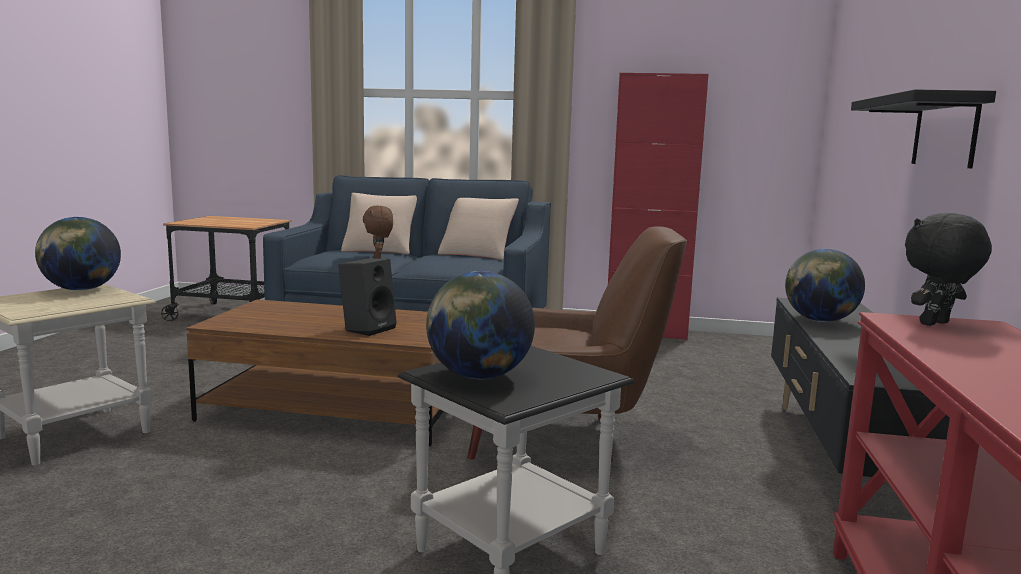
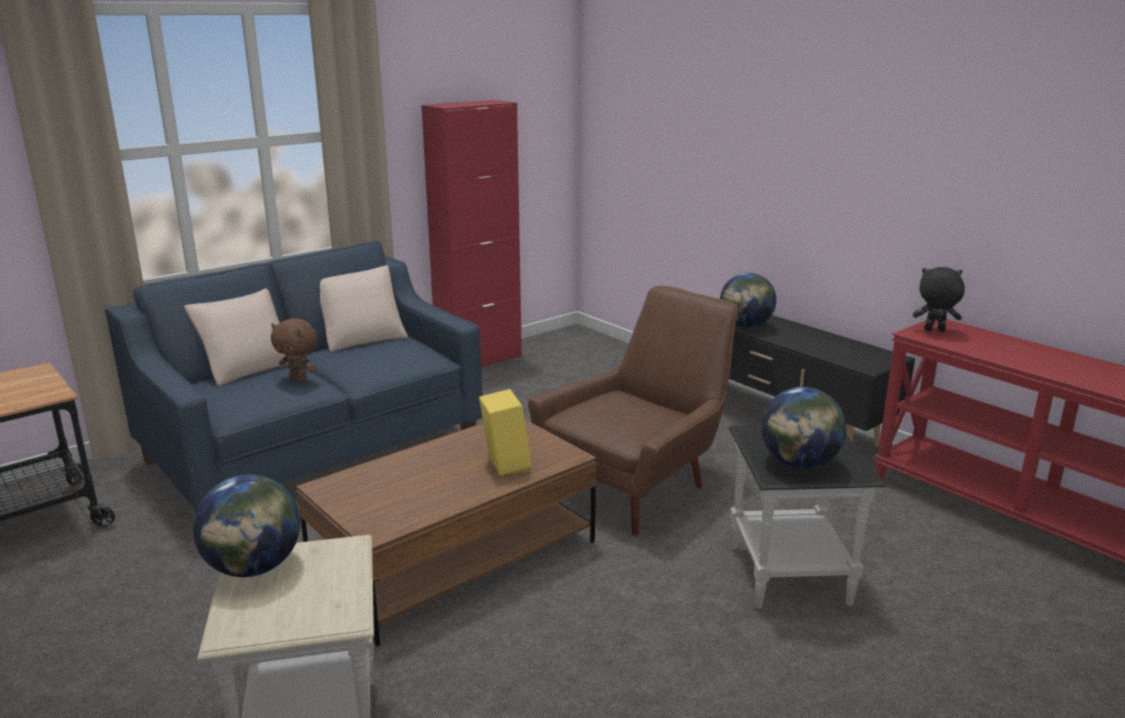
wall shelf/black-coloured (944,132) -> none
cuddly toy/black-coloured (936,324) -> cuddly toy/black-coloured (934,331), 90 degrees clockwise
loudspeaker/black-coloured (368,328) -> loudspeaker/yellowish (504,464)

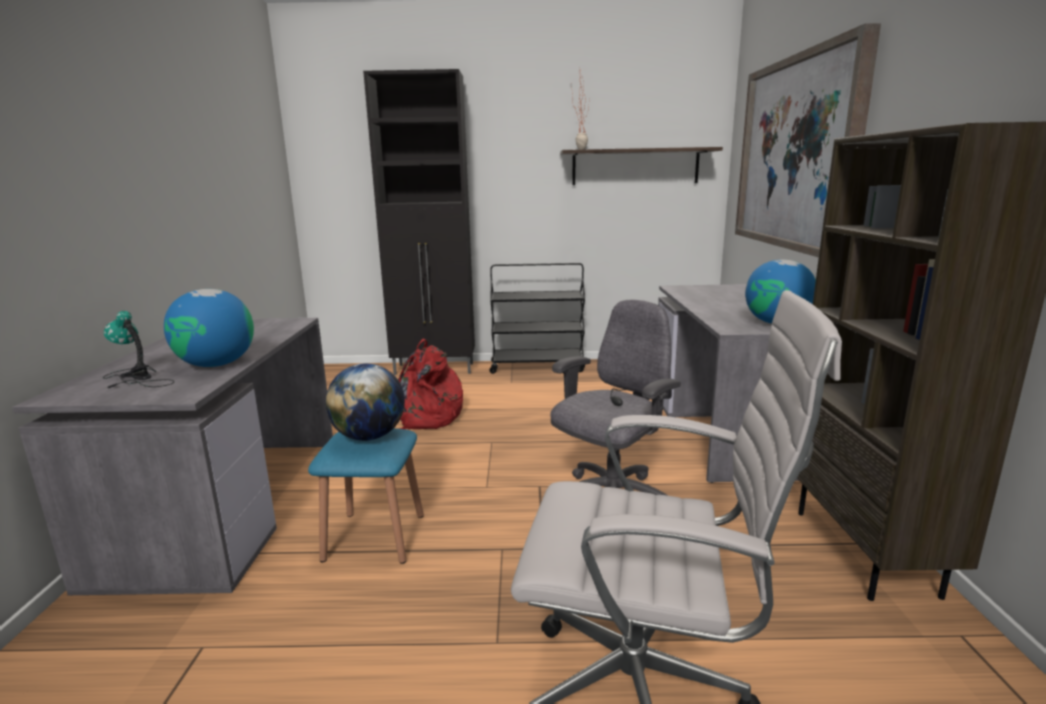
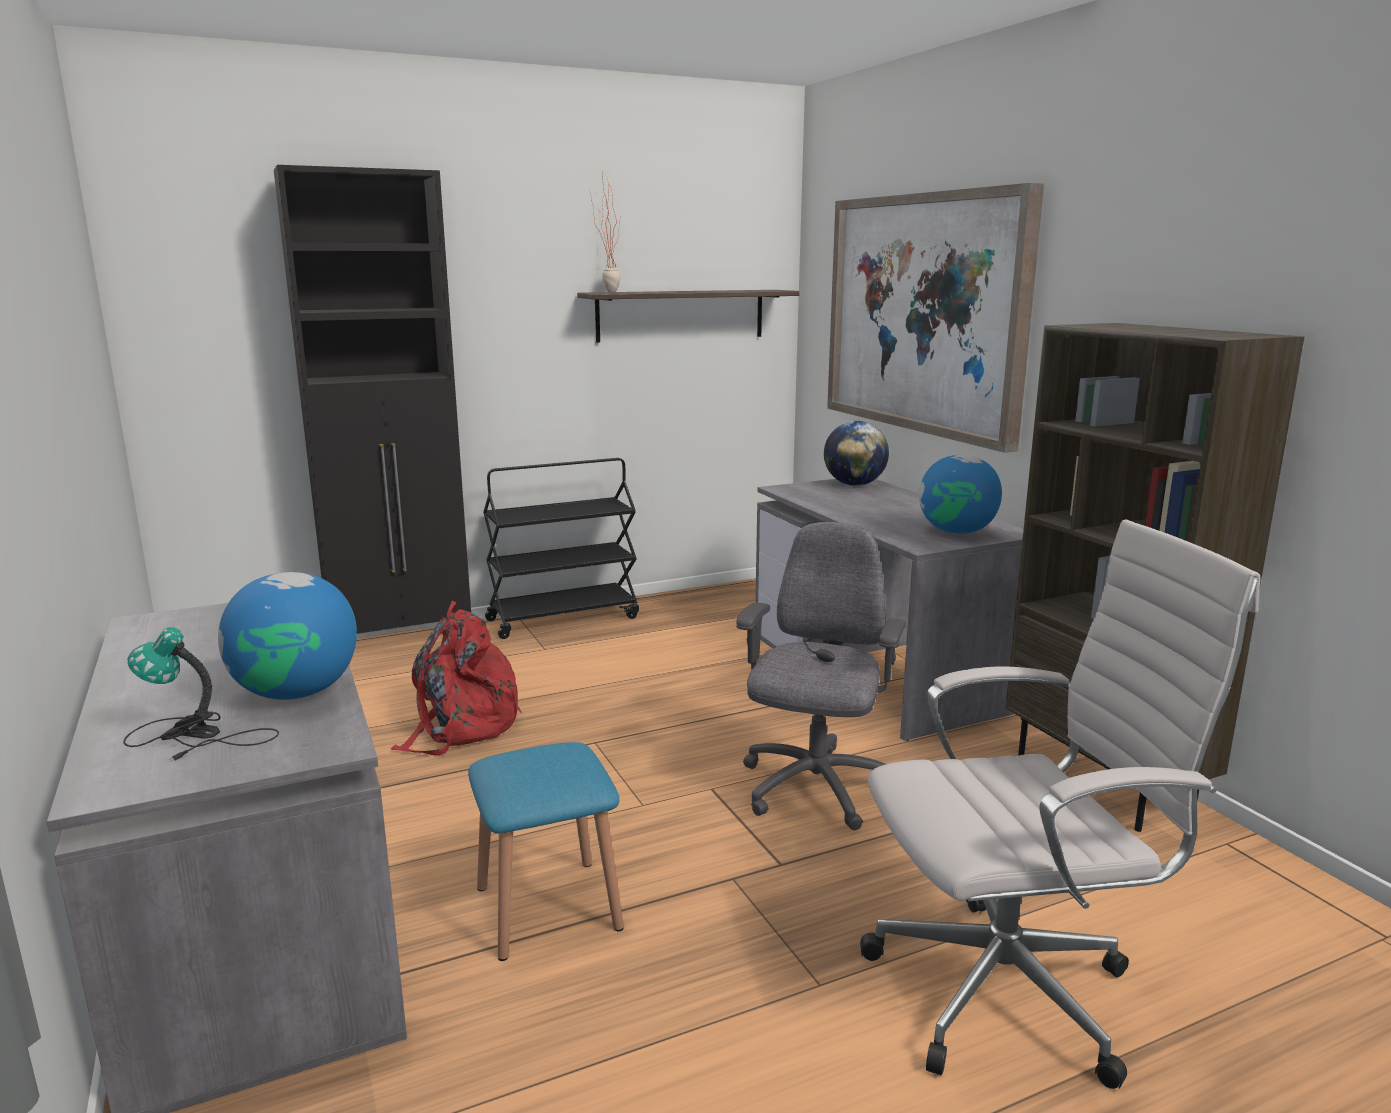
desk globe (369,437) -> desk globe (854,485), shifted

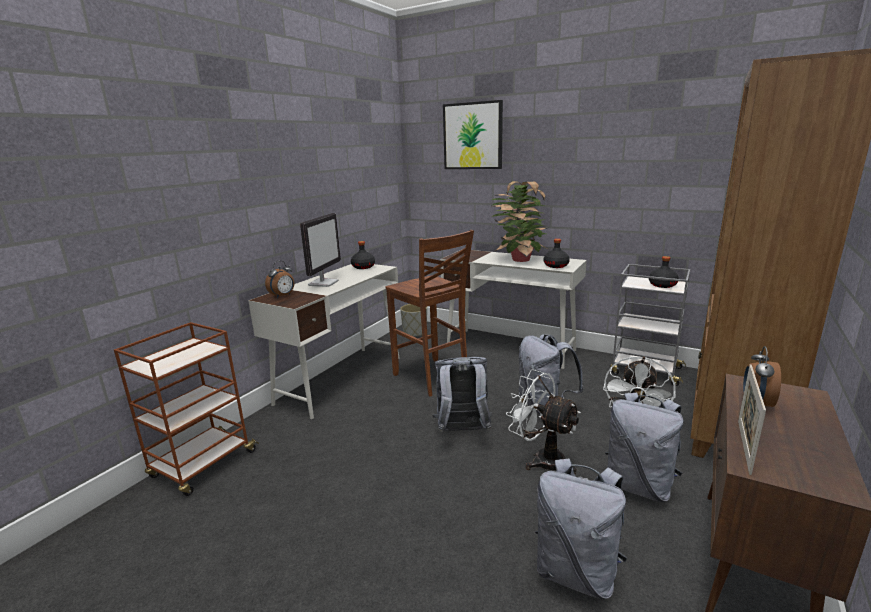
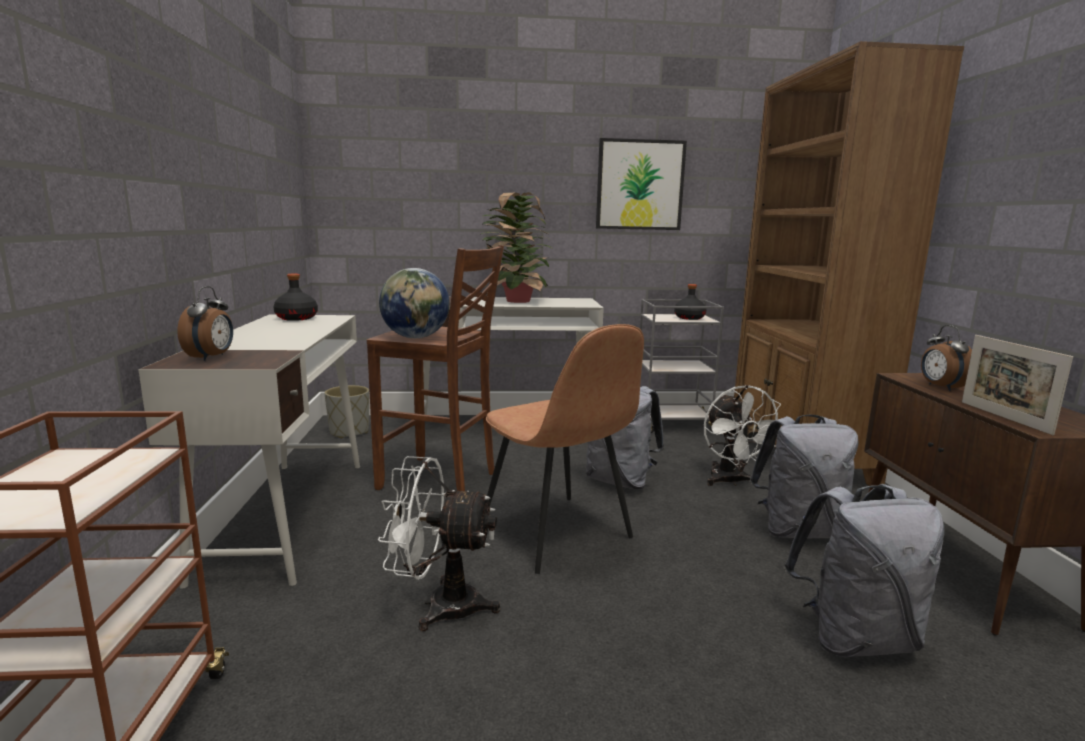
wall art (473,136) -> wall art (639,185), shifted
monitor (323,283) -> none
beverage bottle/black-coloured (556,266) -> none
rucksack/grey (462,432) -> plain chair/brown-coloured (557,534)
electric fan/white (541,459) -> electric fan/white (440,605), shifted
none -> desk globe (416,337)

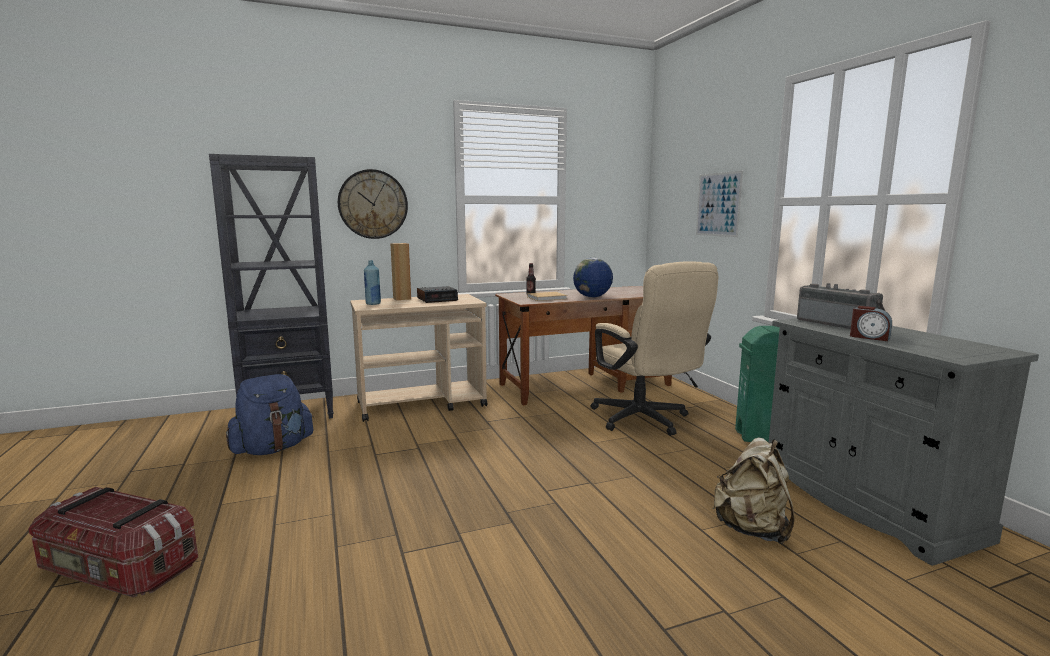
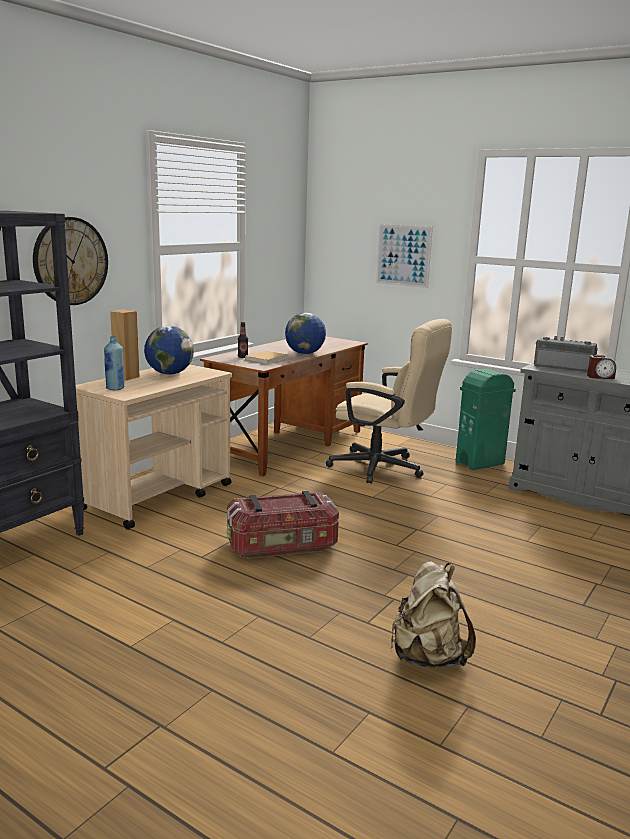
bedside clock (437,299) -> desk globe (169,374)
rucksack/bluish (273,449) -> none
rucksack/sand-coloured (752,529) -> rucksack/sand-coloured (427,657), shifted
storage container (118,570) -> storage container (282,547), shifted

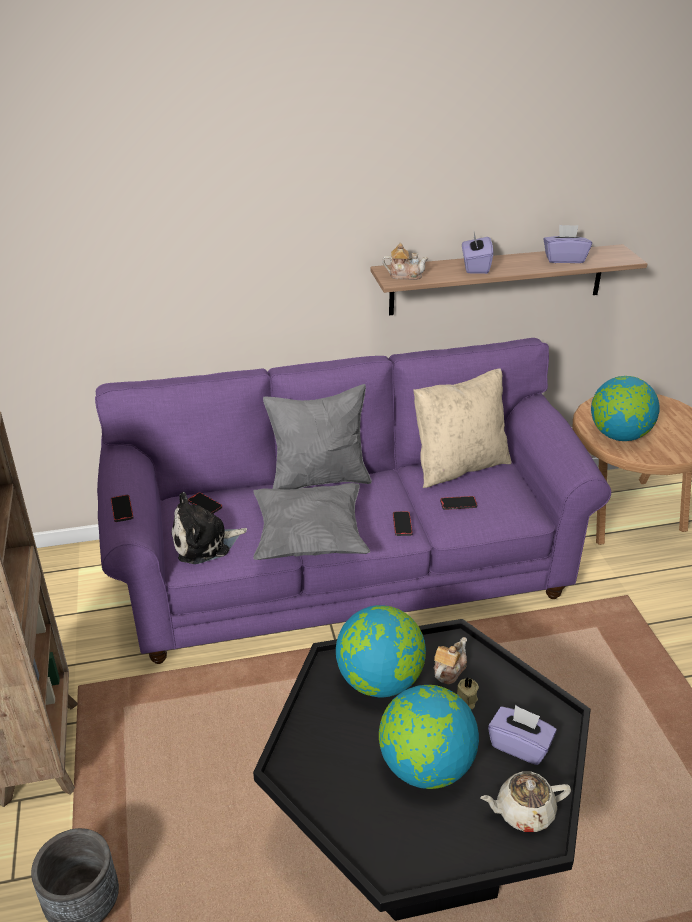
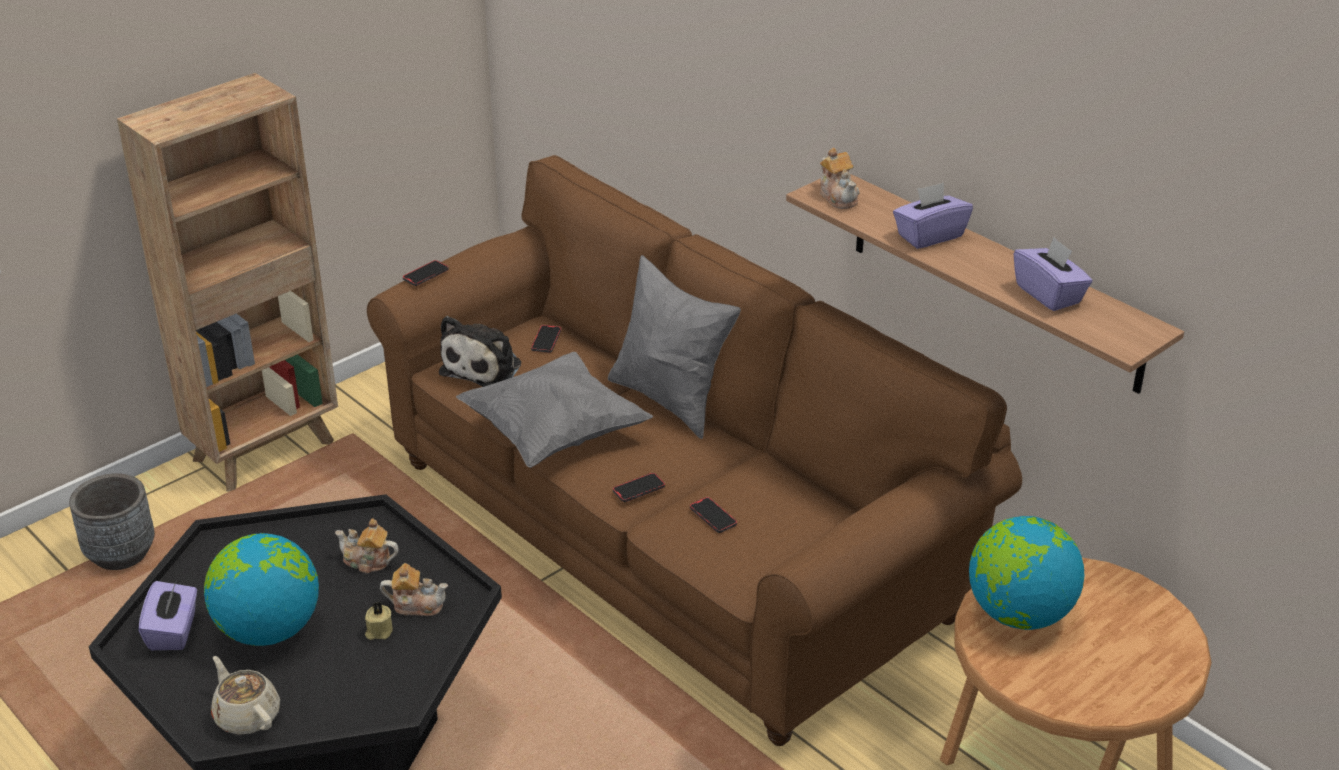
couch/purple-coloured (346,571) -> couch/brown-coloured (670,541)
pillow/sand-coloured (458,466) -> none
cuddly toy (205,543) -> cuddly toy (484,367), 105 degrees counterclockwise
desk globe (380,681) -> tea pot (368,561)
tissue holder/purple-coloured (519,745) -> tissue holder/purple-coloured (173,631), shifted

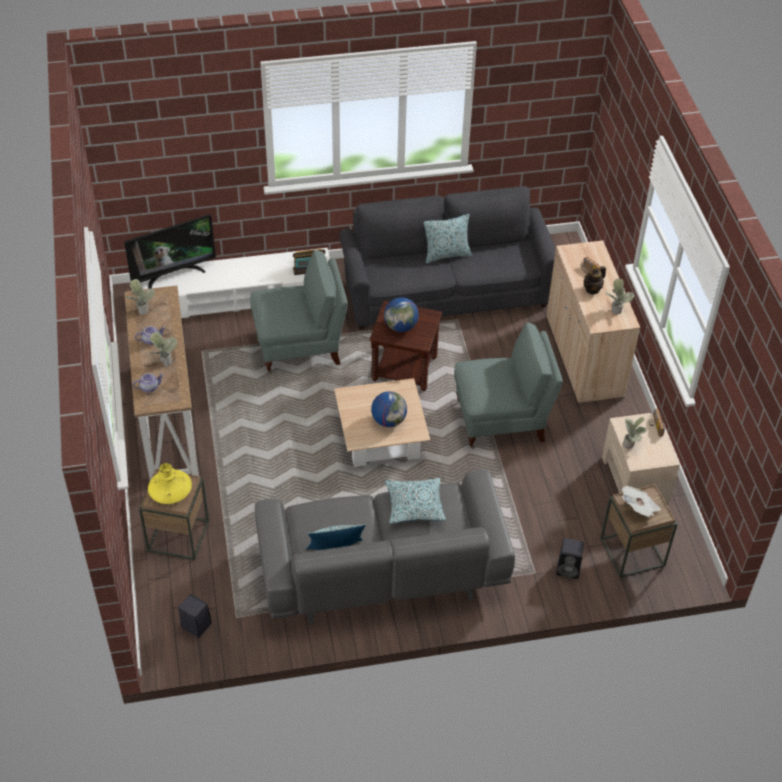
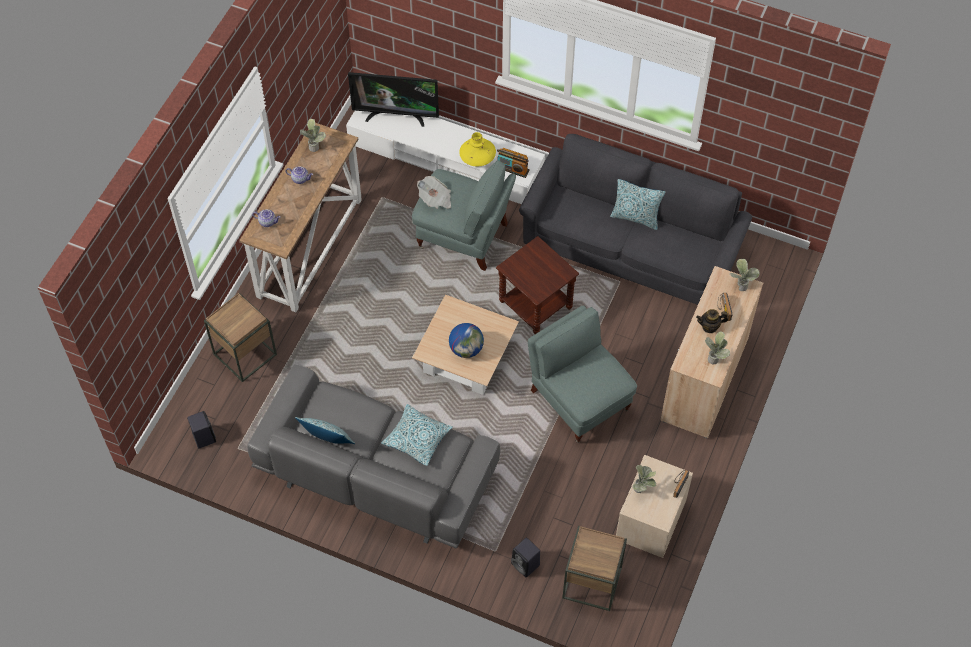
desk globe (401,326) -> none
easy chair/grey (501,421) -> easy chair/grey (579,399), 150 degrees counterclockwise
potted plant (164,361) -> potted plant (741,284), shifted
decorative vase/yellowish (170,491) -> decorative vase/yellowish (477,156), shifted
newspaper (639,508) -> newspaper (435,199), shifted

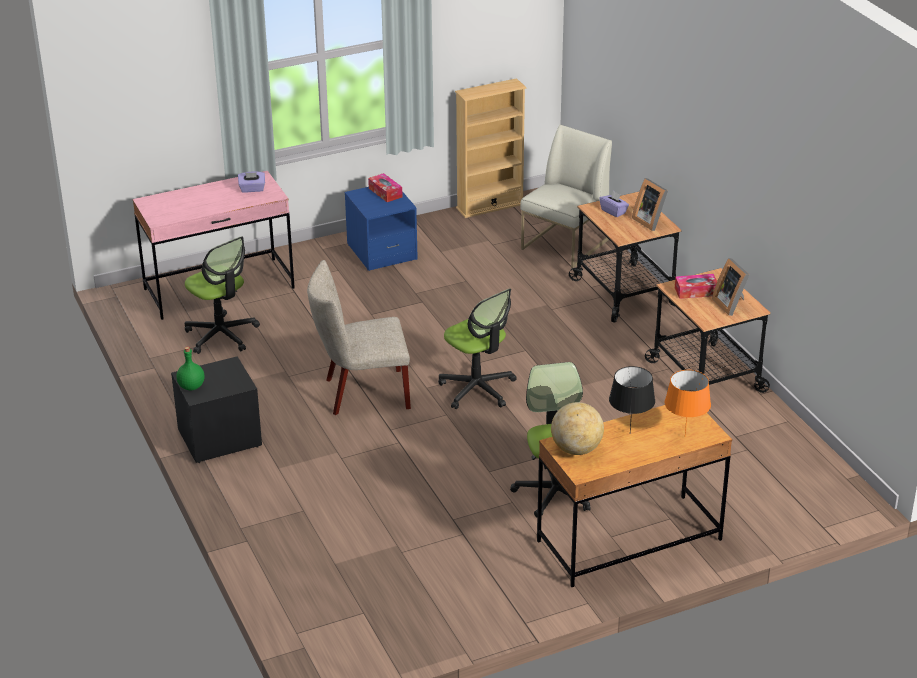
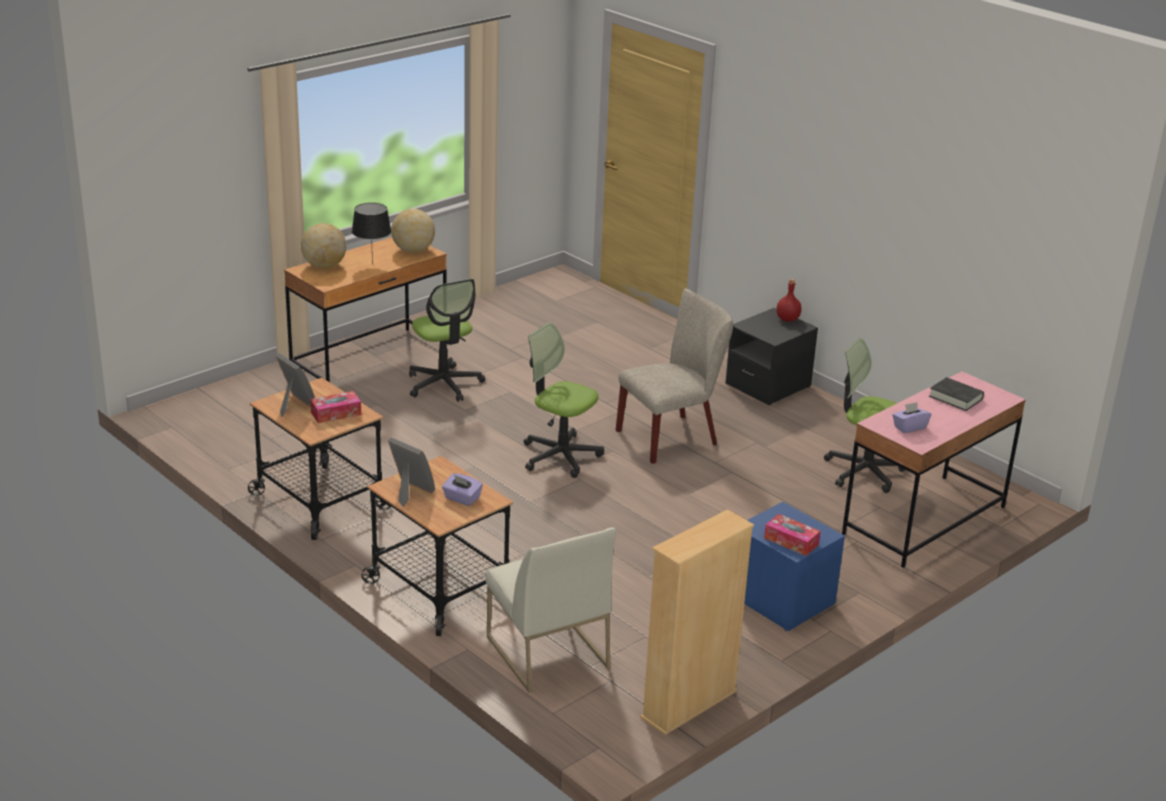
plain chair/white (565,245) -> plain chair/white (546,652), 45 degrees counterclockwise
beverage bottle/green-coloured (191,387) -> beverage bottle/red-coloured (788,319)
lamp for a table/orange (685,437) -> desk globe (324,266)
none -> volume/black-coloured (955,398)

